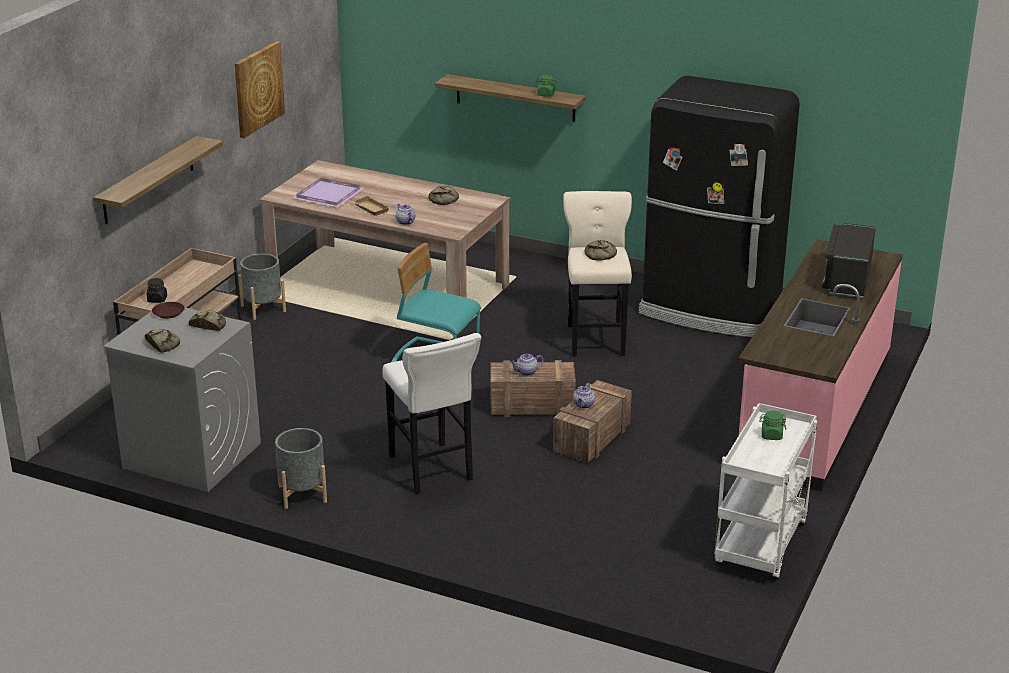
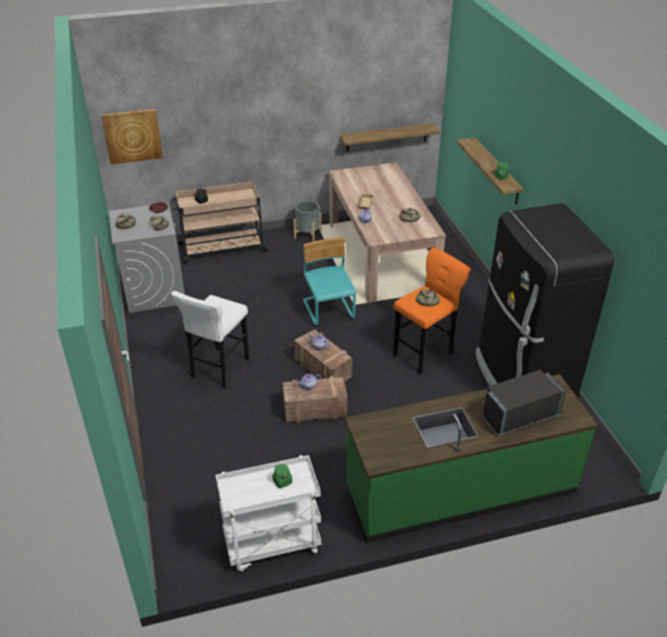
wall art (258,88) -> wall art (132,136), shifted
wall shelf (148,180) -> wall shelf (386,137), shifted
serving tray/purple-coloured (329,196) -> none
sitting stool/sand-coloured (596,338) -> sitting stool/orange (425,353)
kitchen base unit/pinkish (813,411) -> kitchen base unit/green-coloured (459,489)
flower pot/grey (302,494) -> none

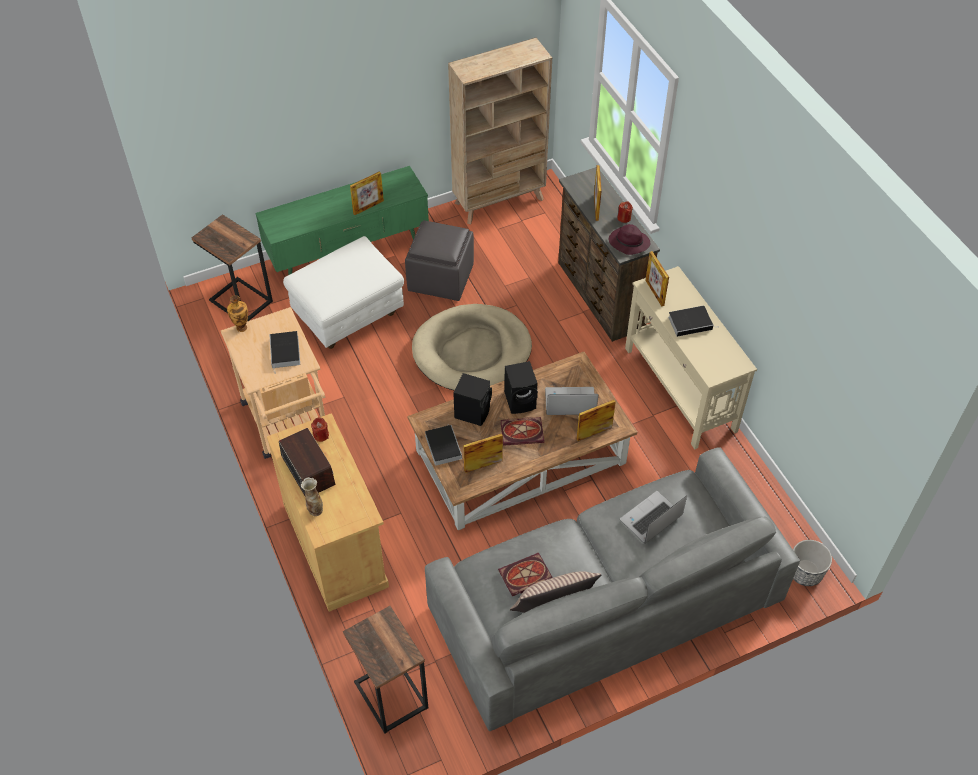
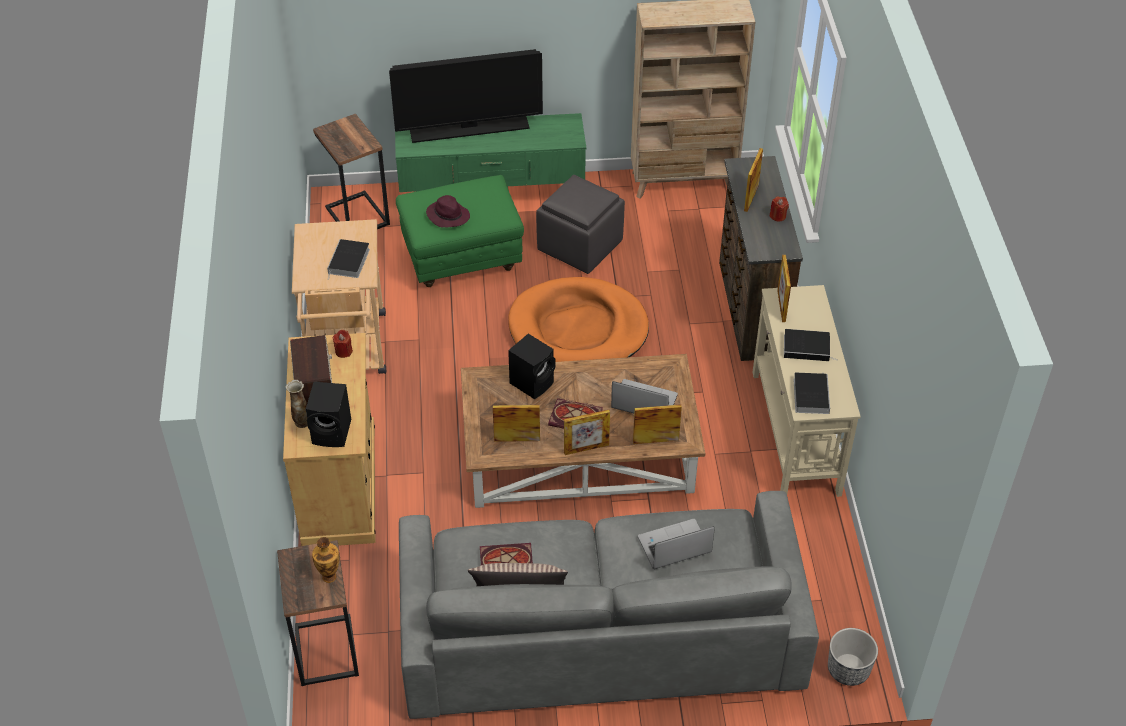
photo frame (368,207) -> photo frame (586,449), shifted
clothing hat/purple-coloured (628,243) -> clothing hat/purple-coloured (447,216), shifted
pouffe/white (348,317) -> pouffe/green-coloured (462,260)
decorative vase (241,327) -> decorative vase (329,576), shifted
pet bed/sand-coloured (472,351) -> pet bed/orange (578,330)
loudspeaker/black-coloured (521,400) -> loudspeaker/black-coloured (333,432), shifted
volume (442,446) -> volume (810,394), shifted
none -> television (470,129)

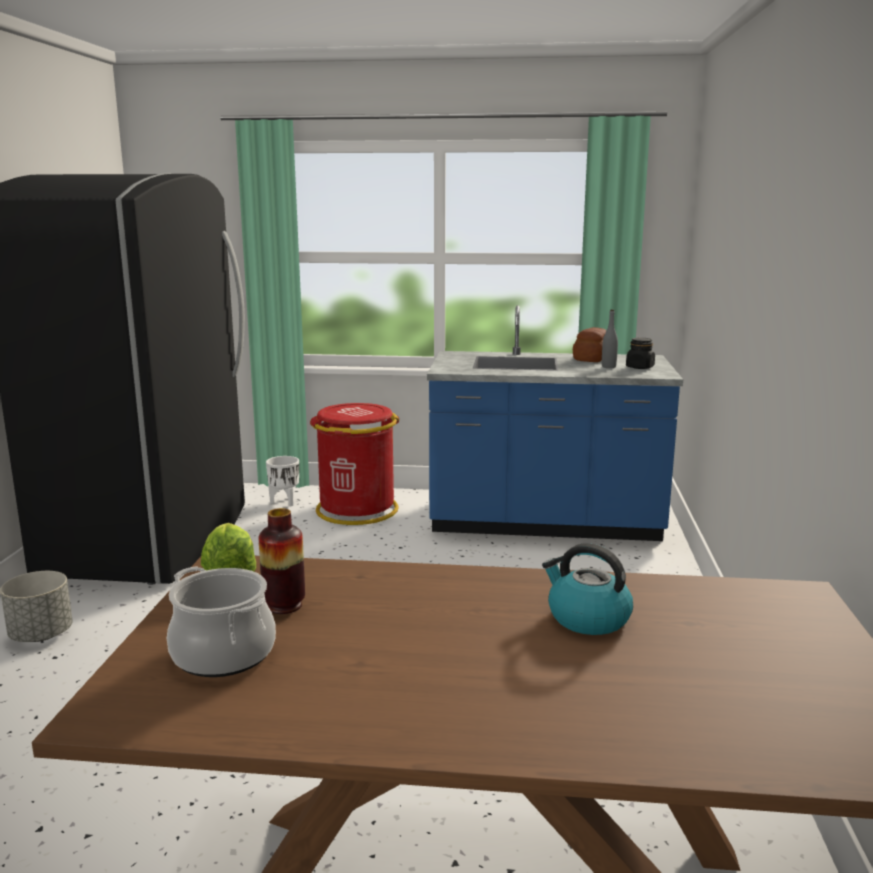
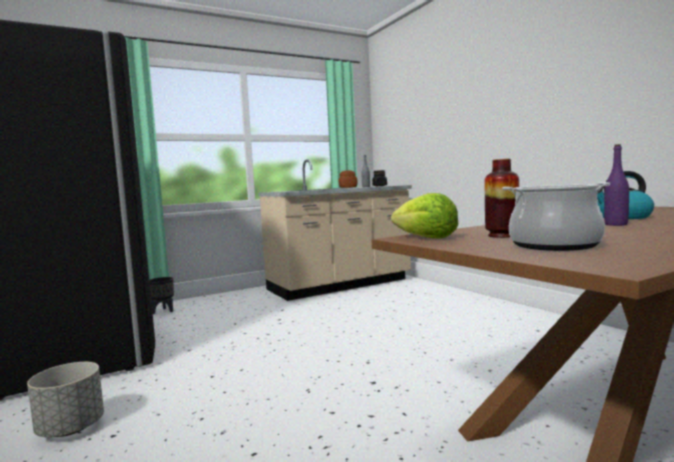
kitchen base unit/bluish (545,522) -> kitchen base unit/sand-coloured (340,285)
trash can/red-coloured (356,510) -> none
flower pot/white (285,502) -> flower pot/black-coloured (163,311)
none -> beverage bottle/purple-coloured (616,224)

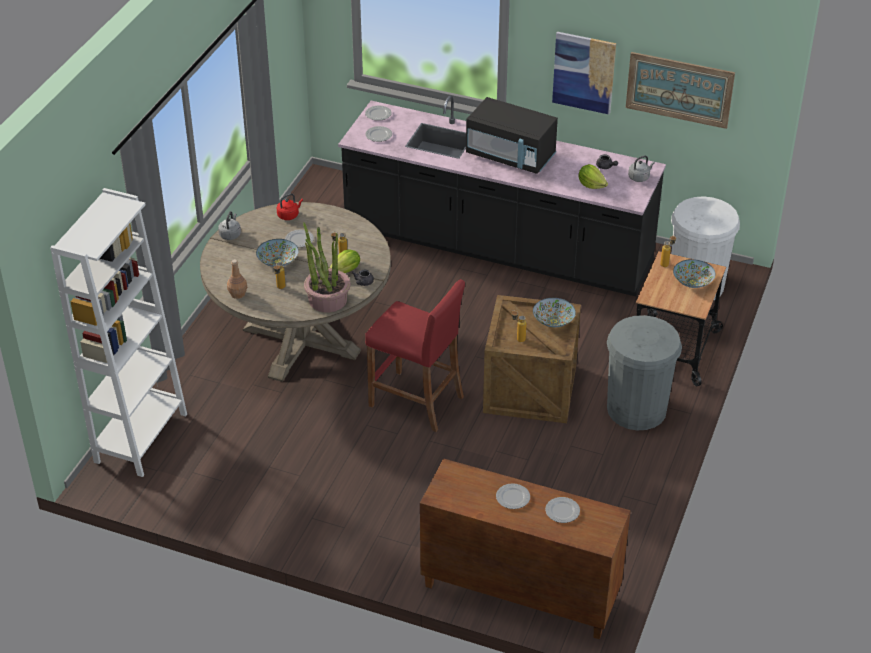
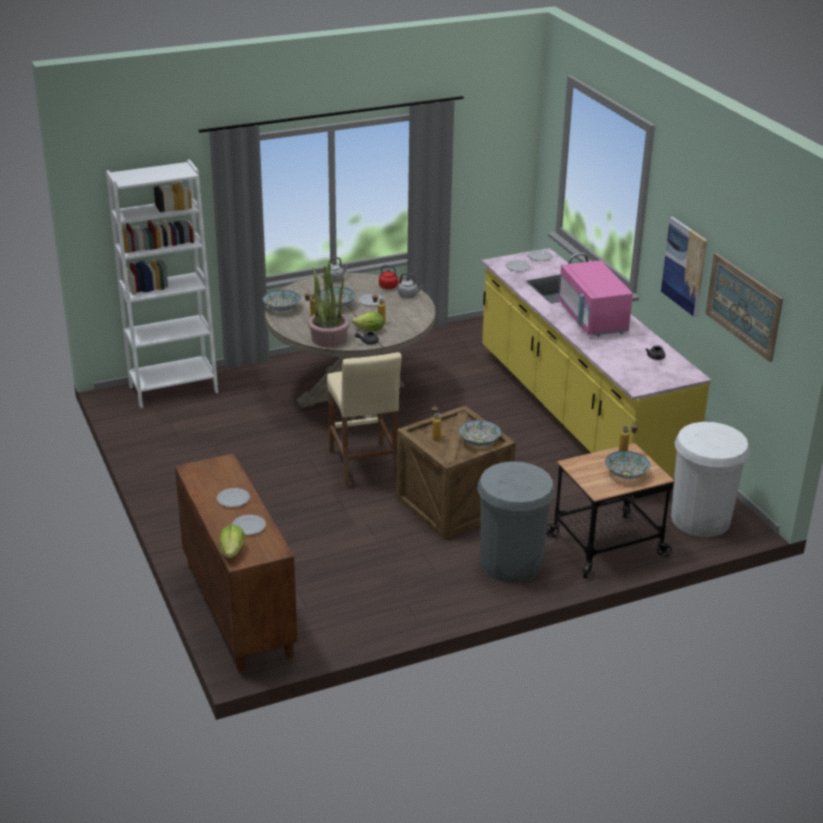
kitchen base unit/black-coloured (497,247) -> kitchen base unit/yellowish (578,414)
kitchen microwave/black-coloured (511,156) -> kitchen microwave/pinkish (592,319)
kettle/grey (639,177) -> kettle/grey (408,295), shifted
head of lettuce (591,185) -> head of lettuce (232,551), shifted
beverage bottle/brown-coloured (237,294) -> serving bowl (281,308)
sitting stool/red-coloured (416,401) -> sitting stool/sand-coloured (364,466)

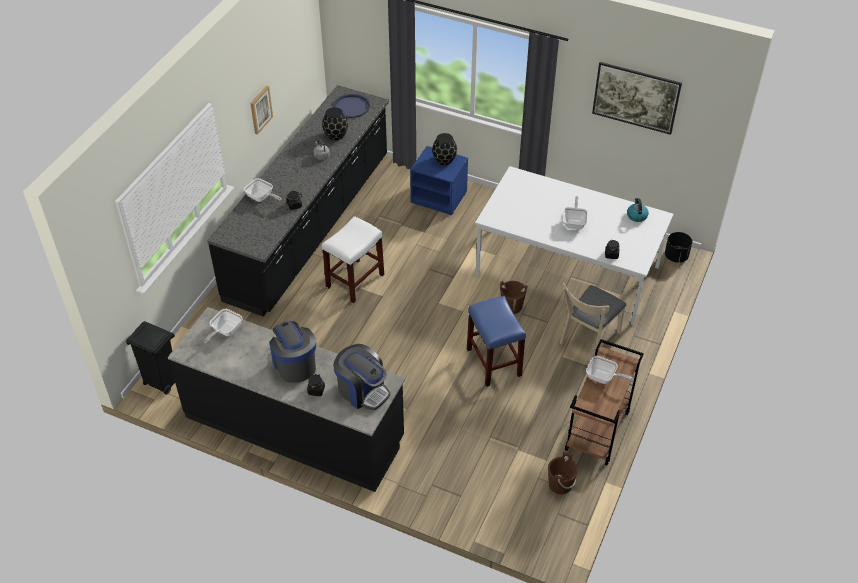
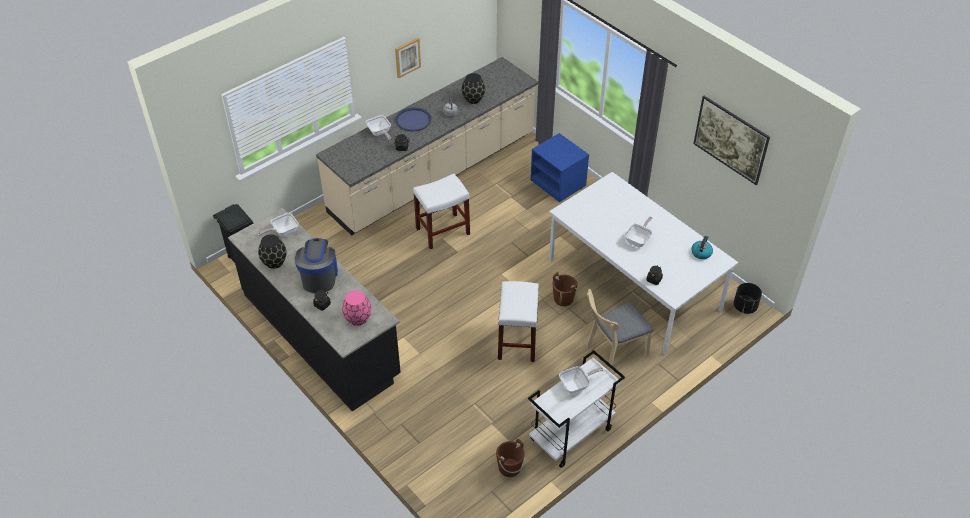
kitchen base unit/black-coloured (310,227) -> kitchen base unit/sand-coloured (434,174)
serving tray/bluish (351,106) -> serving tray/bluish (413,120), shifted
decorative vase/black-coloured (444,160) -> decorative vase/black-coloured (274,262), shifted
sitting stool/bluish (493,362) -> sitting stool/white (517,341)
wheeled cart/brown-coloured (597,432) -> wheeled cart/white (571,435)
coffee brewer (362,390) -> decorative vase/pinkish (358,318)
frying pan (603,378) -> frying pan (577,385), 75 degrees counterclockwise

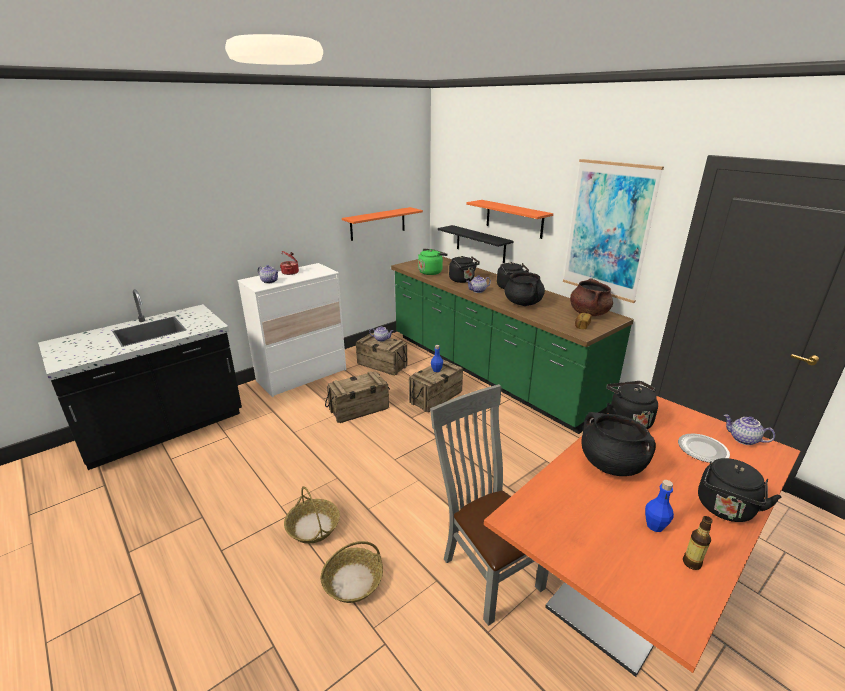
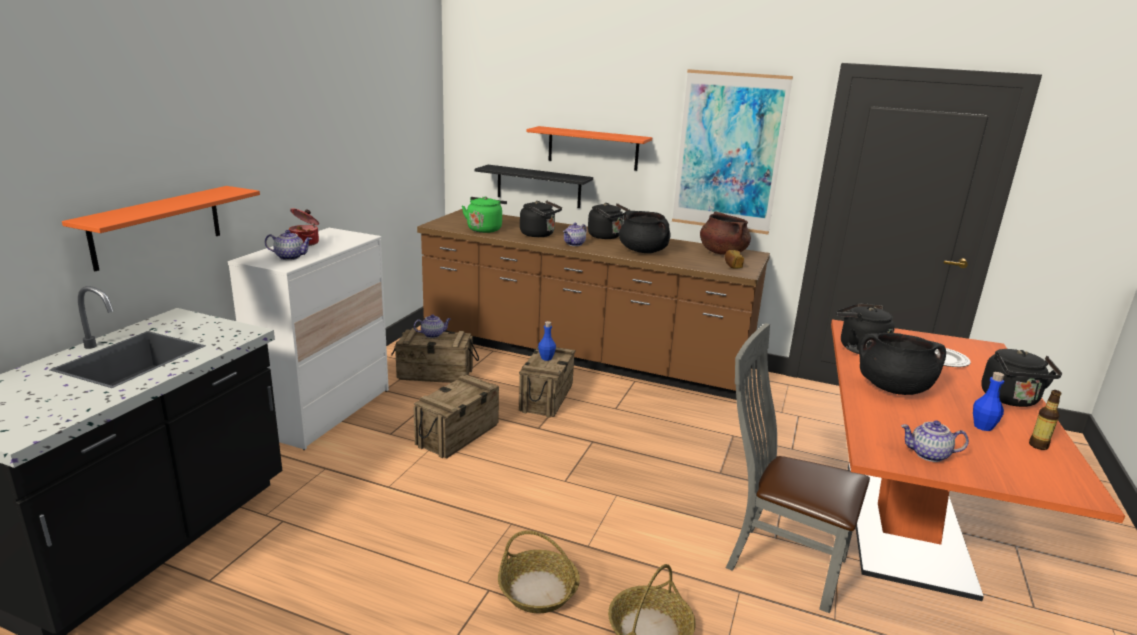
wall shelf/orange (378,223) -> wall shelf/orange (157,226), shifted
kitchen base unit/green-coloured (489,371) -> kitchen base unit/brown-coloured (582,355)
tea pot (743,439) -> tea pot (928,455), shifted

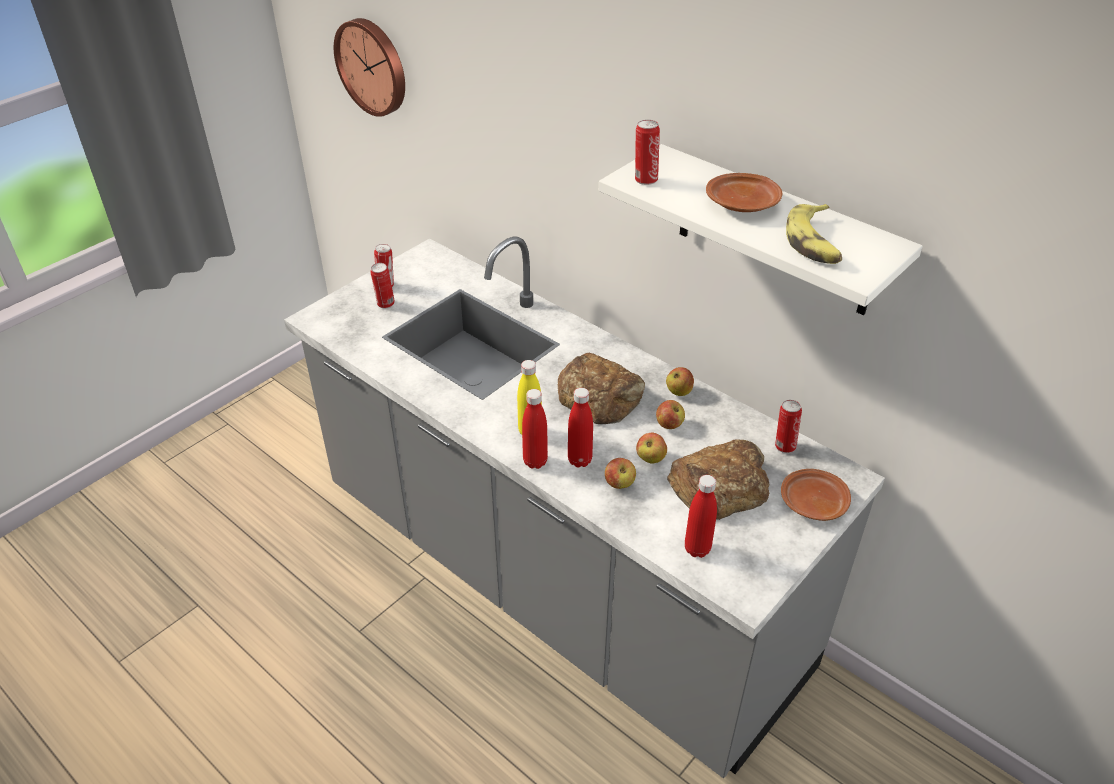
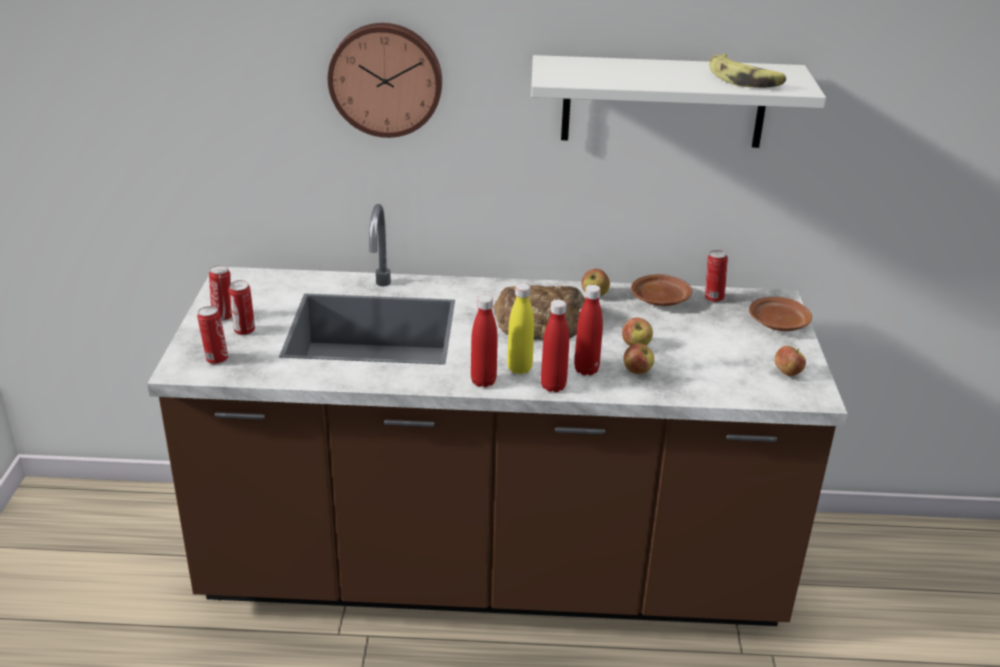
clock on the wall (373,66) -> clock on the wall (386,79), shifted
can (645,179) -> can (216,359), shifted
flat dish/brown-coloured (743,204) -> flat dish/brown-coloured (660,299), shifted
kitchen base unit/grey (557,579) -> kitchen base unit/brown-coloured (493,569)
whole apple (669,424) -> whole apple (787,373), shifted
bread (720,485) -> none
beverage bottle/red-coloured (697,549) -> beverage bottle/red-coloured (483,381), shifted

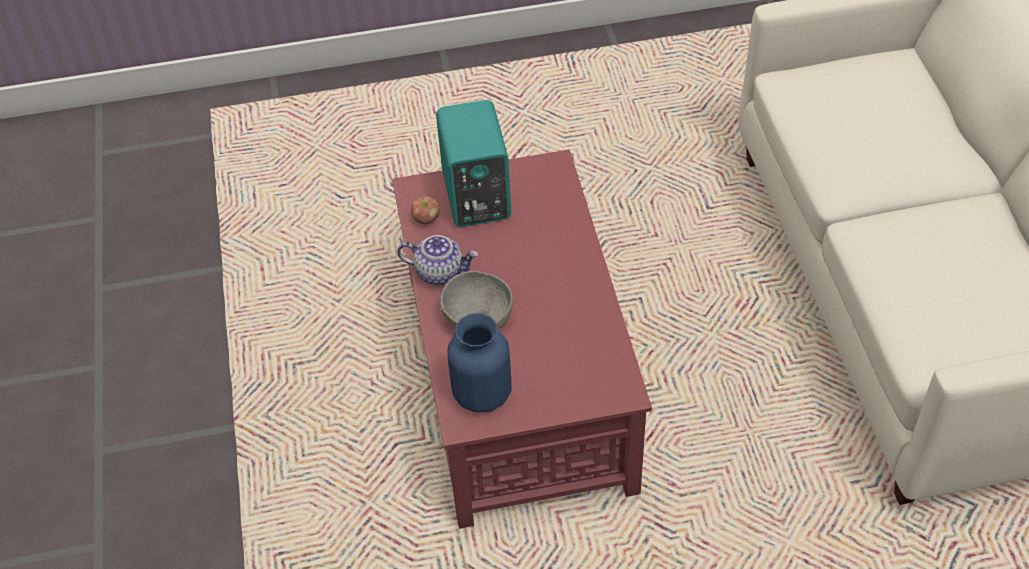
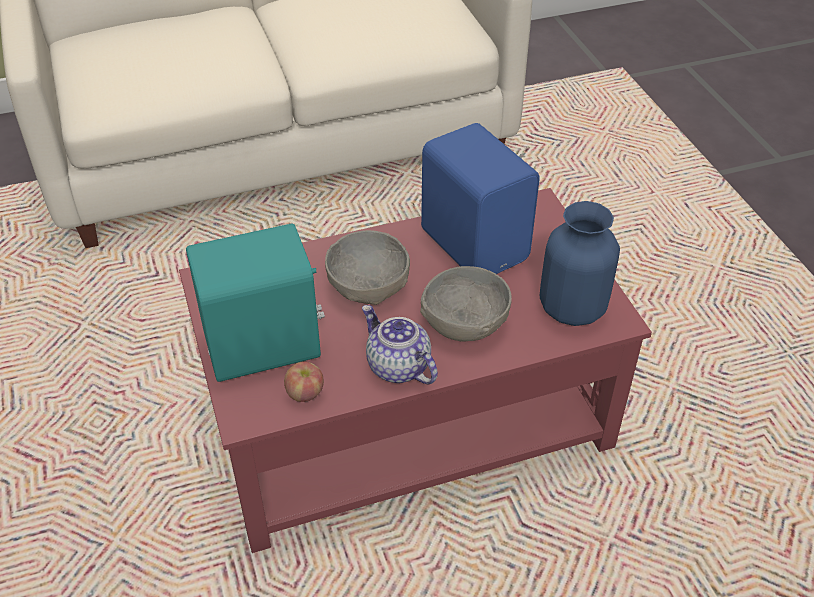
tea pot (440,272) -> tea pot (397,366), 45 degrees counterclockwise
none -> loudspeaker/bluish (475,243)
none -> serving bowl/grey (369,286)

